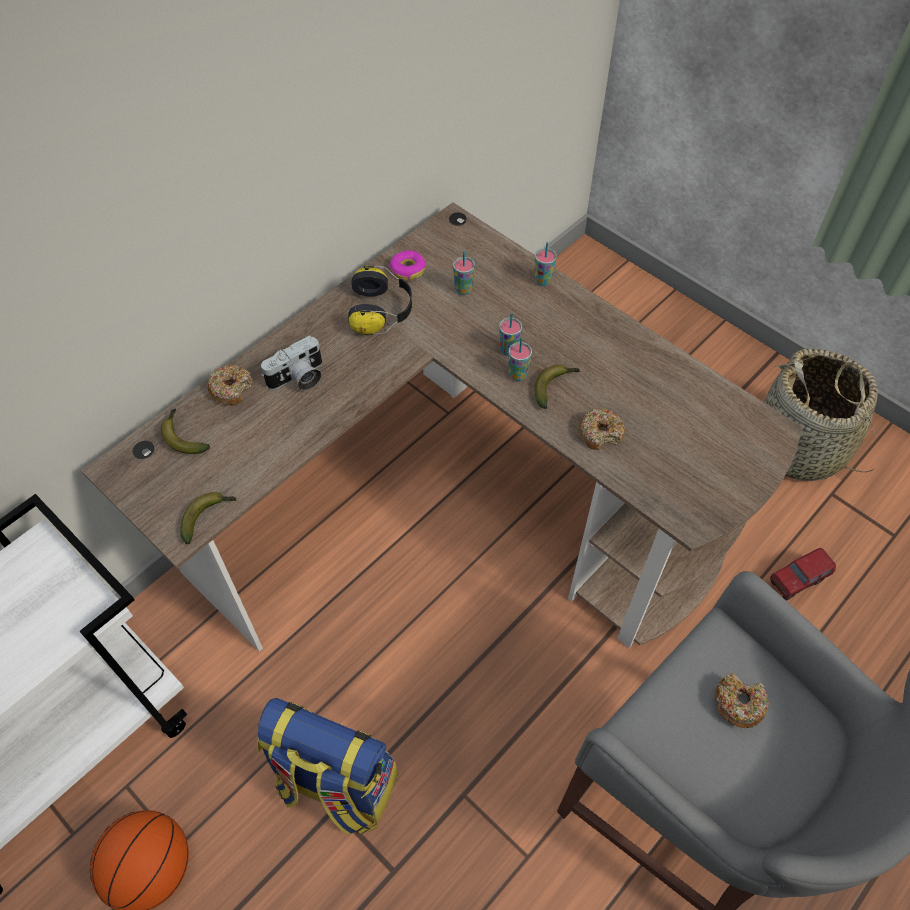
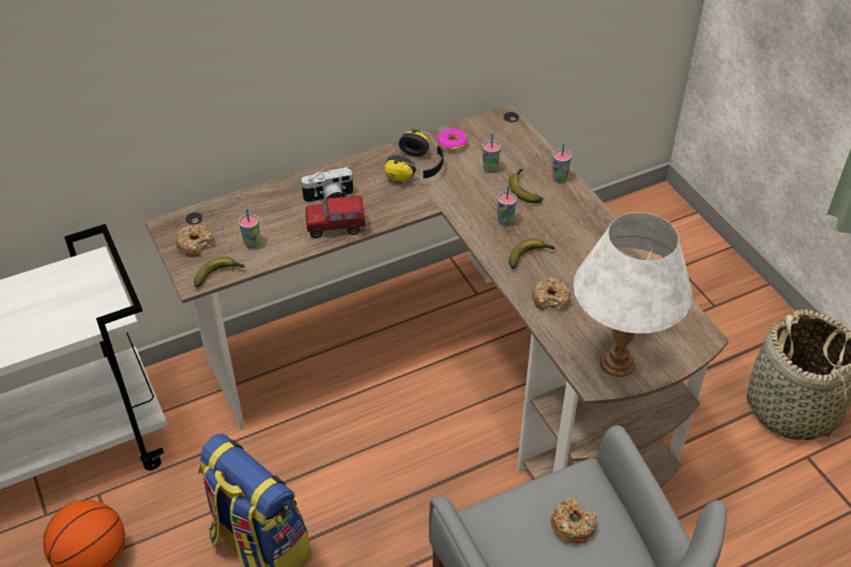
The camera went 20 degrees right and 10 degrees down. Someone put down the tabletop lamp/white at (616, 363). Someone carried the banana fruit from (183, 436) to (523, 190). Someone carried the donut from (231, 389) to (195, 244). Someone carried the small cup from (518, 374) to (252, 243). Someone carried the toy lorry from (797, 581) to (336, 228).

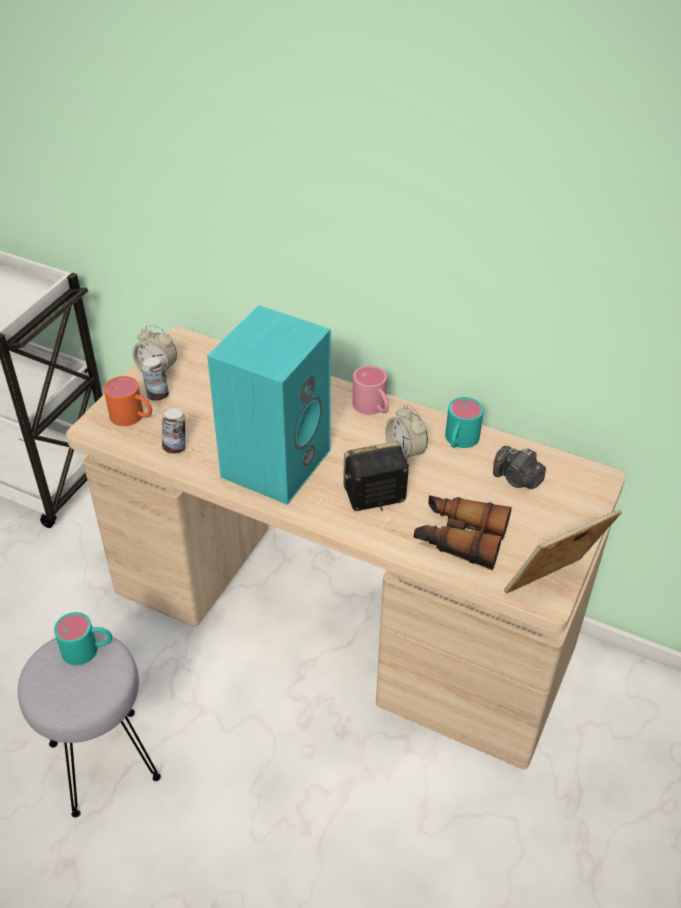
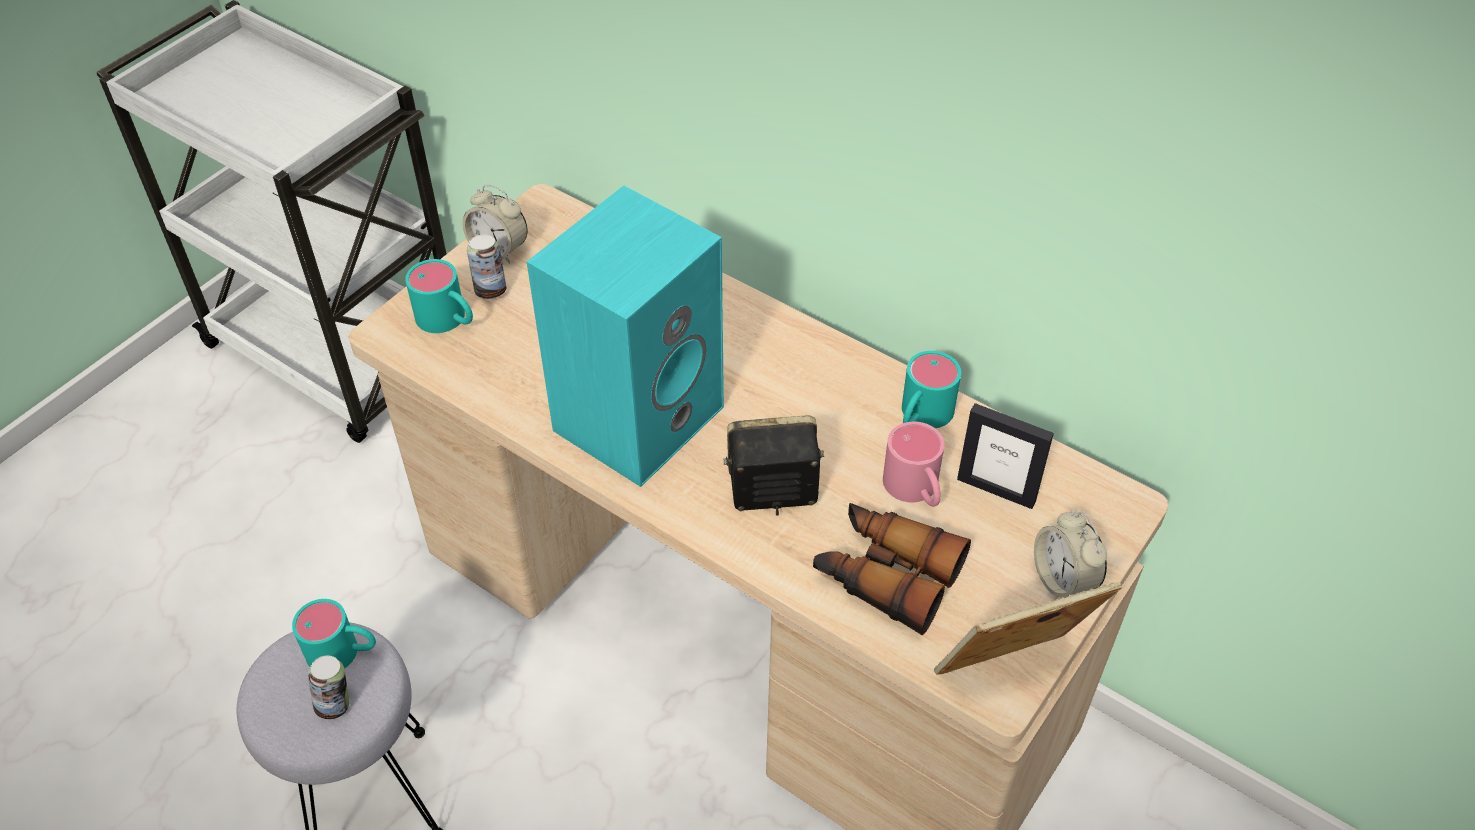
The camera went 10 degrees right and 5 degrees up. Someone carried the sealed can from (176, 447) to (335, 705). Someone carried the tea mug/pinkish from (373, 408) to (916, 490). Someone carried the alarm clock from (405, 452) to (1063, 579). Someone swapped the still camera at (517, 479) for the standing frame at (996, 489). Someone repainted the tea mug/orange at (133, 417), which became the tea mug/turquoise-coloured at (448, 320).

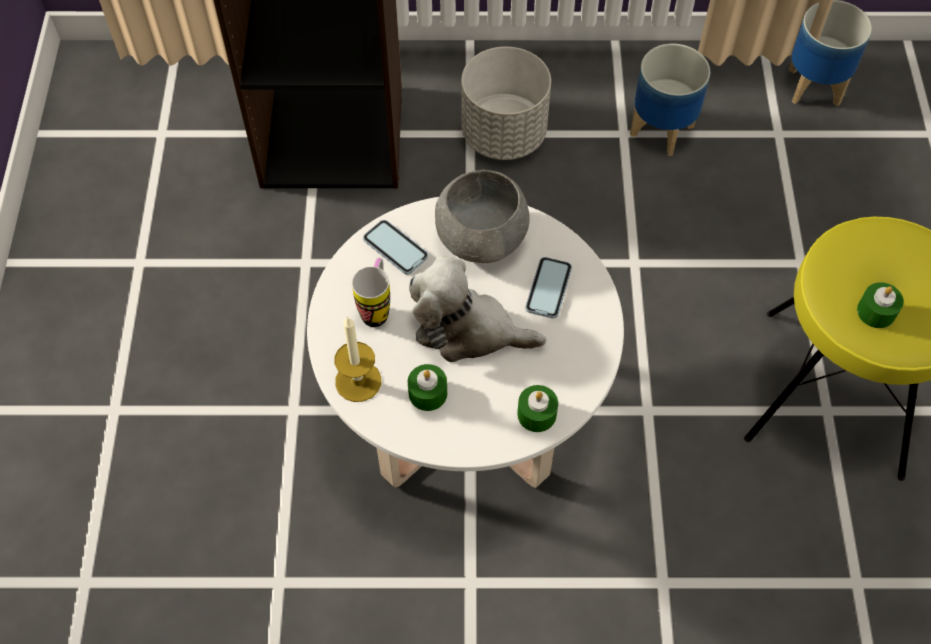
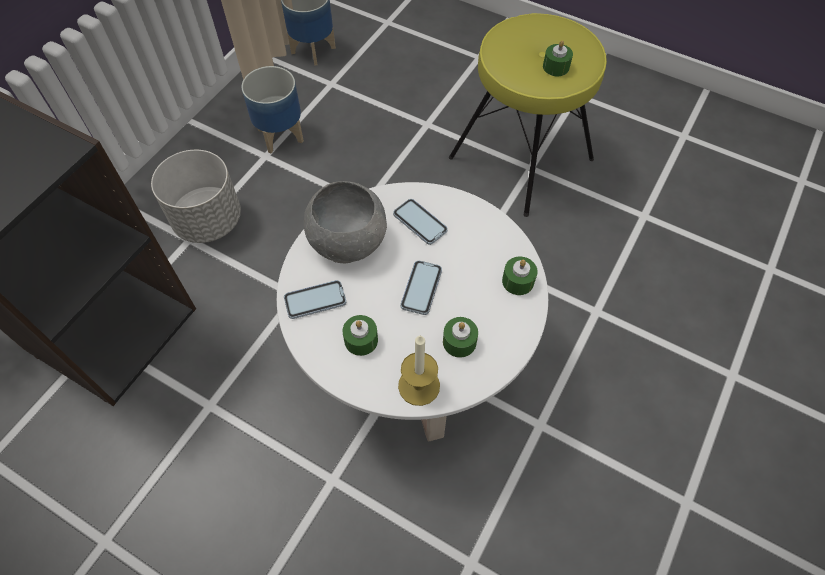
The camera went 60 degrees left and 0 degrees up. Someone swapped the tea mug at (377, 308) for the candle/green-coloured at (361, 340). Someone swapped the cuddly toy at (468, 330) for the handset at (421, 288).

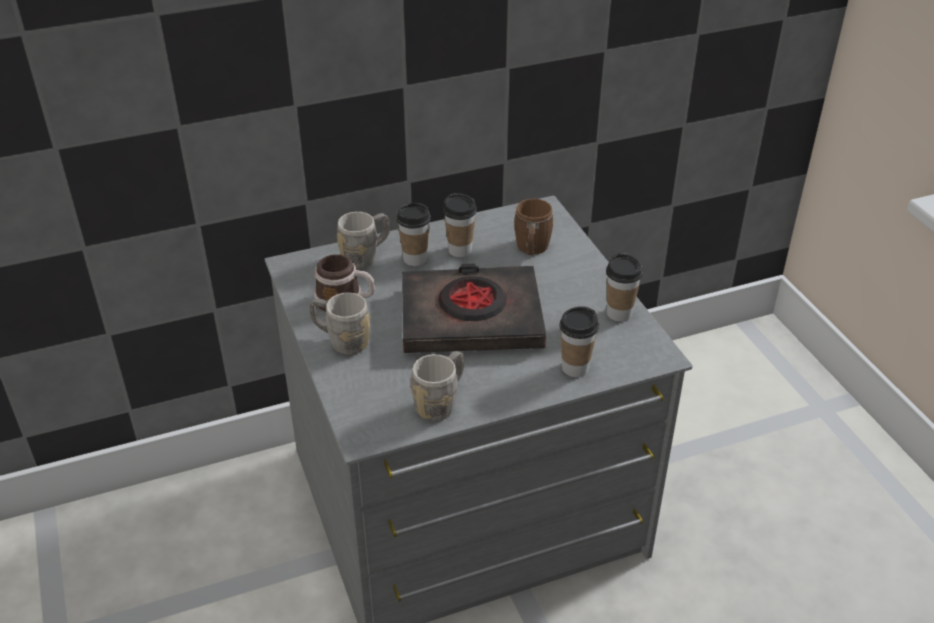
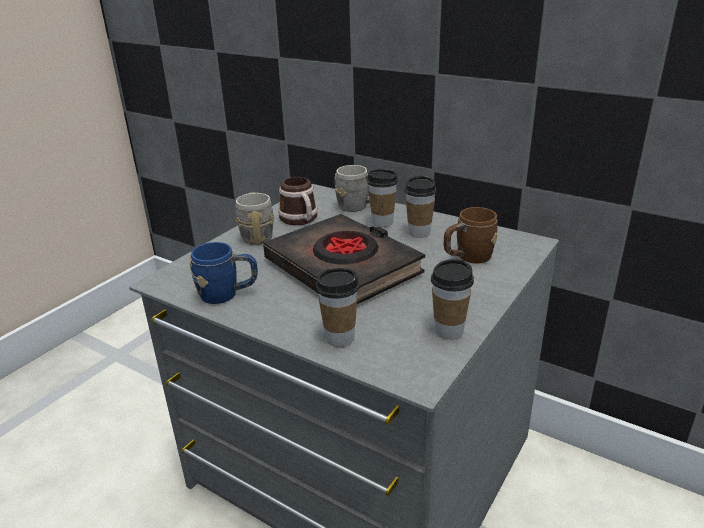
The camera went 55 degrees right and 10 degrees down. Someone repainted the tea mug/gray at (441, 402), which became the tea mug/blue at (227, 294).

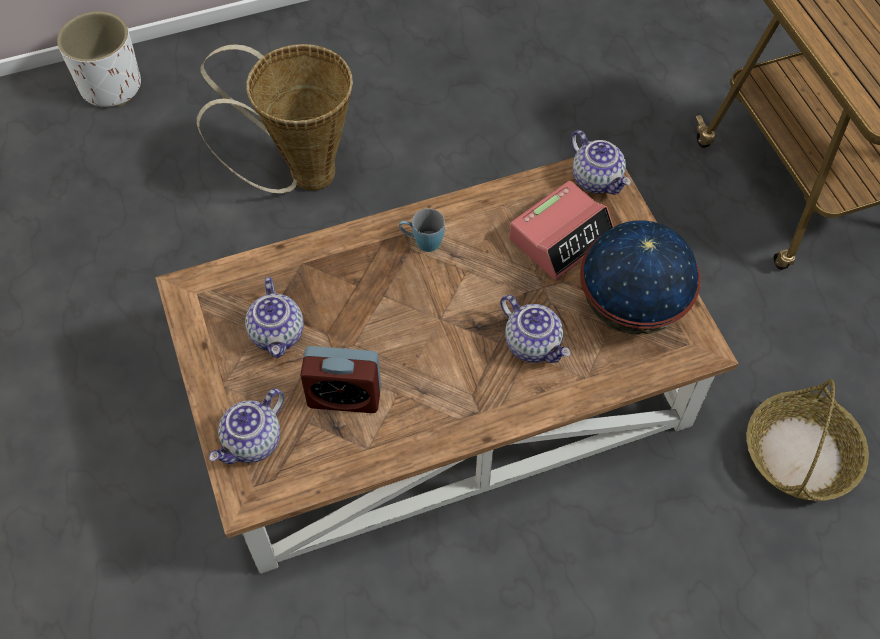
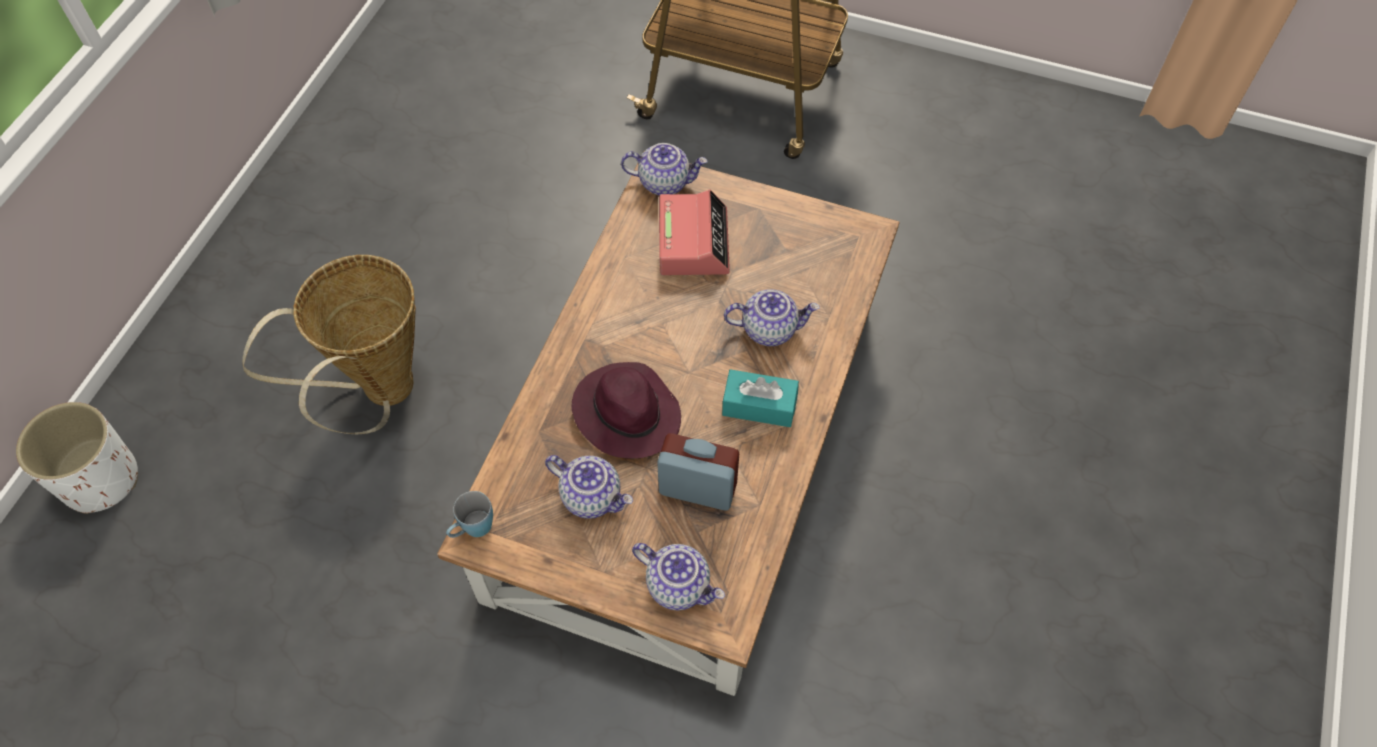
The camera went 50 degrees left and 0 degrees up. Someone took away the desk globe at (632, 307). Someone took away the basket at (800, 454). Someone put down the wearable hat/purple at (626, 413). Someone put down the tissue box/turquoise-coloured at (759, 406). Someone carried the tea mug/blue from (422, 242) to (472, 529). Someone rotated the pot for tea at (253, 442) by 45 degrees counterclockwise. Someone rotated the alarm clock at (344, 397) by 120 degrees counterclockwise.

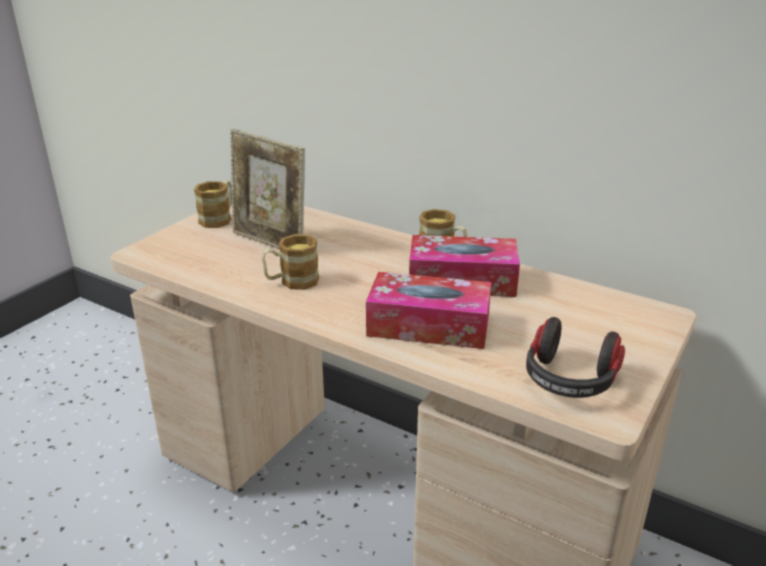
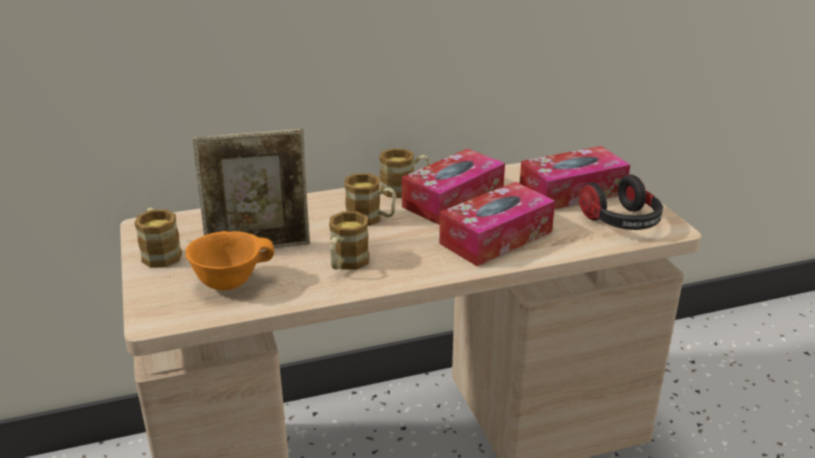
The camera went 50 degrees left and 0 degrees up. Someone put down the serving bowl/orange at (229, 282). Someone put down the tea mug at (370, 219). Someone put down the tissue box at (572, 192).

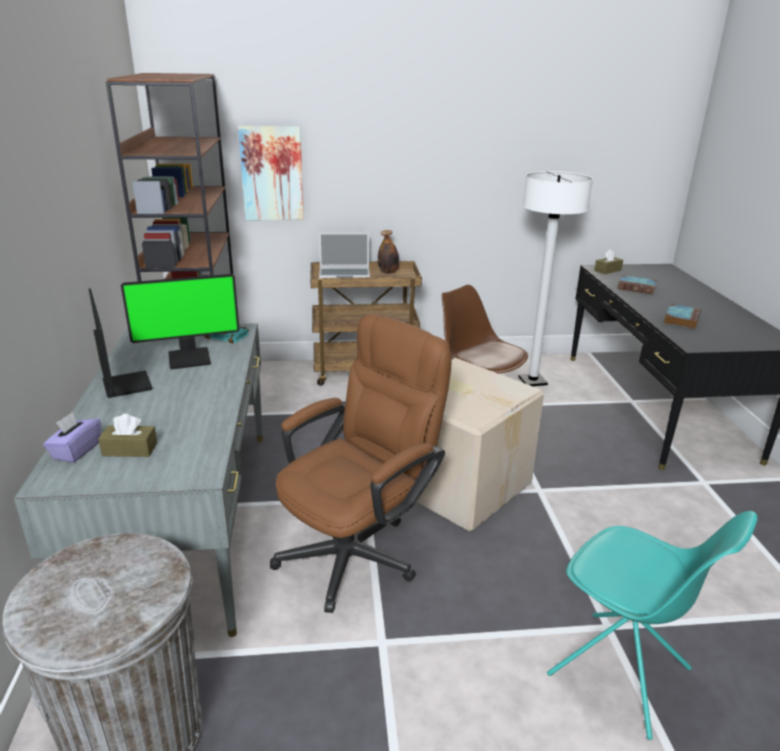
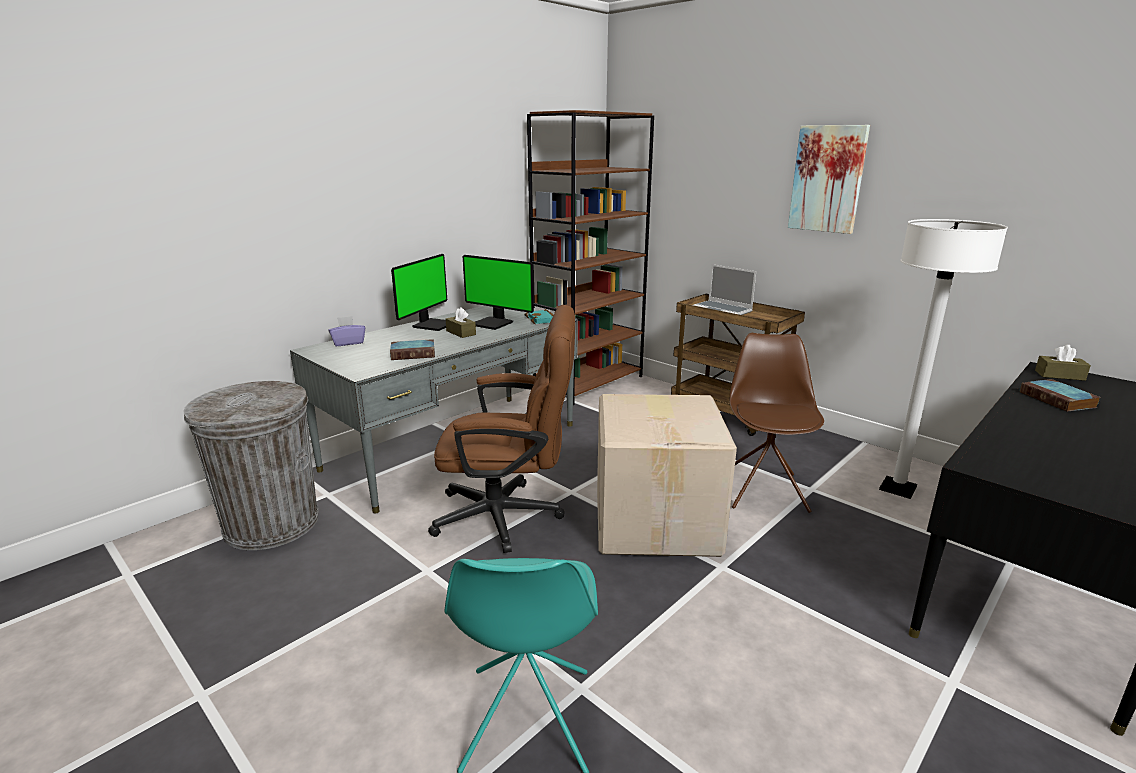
The camera went 50 degrees right and 5 degrees down. Someone took away the drink bottle at (388, 272). Someone carried the tissue box/brown from (130, 449) to (461, 333). Someone carried the picture from (272, 173) to (827, 179). Someone carried the bound book from (681, 319) to (414, 353).

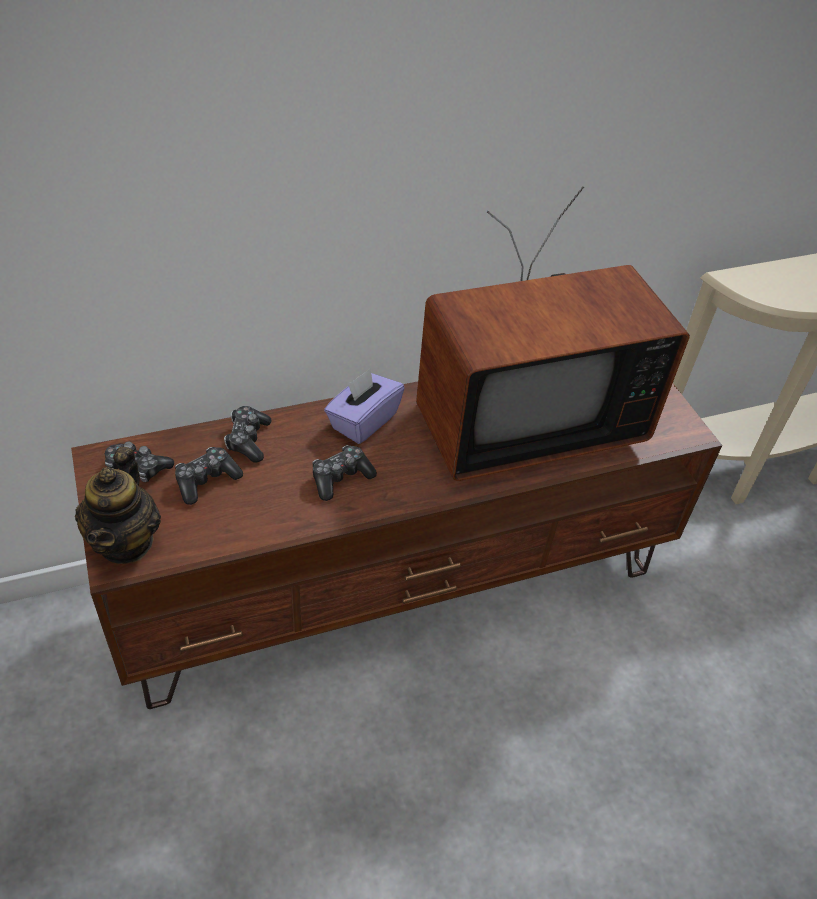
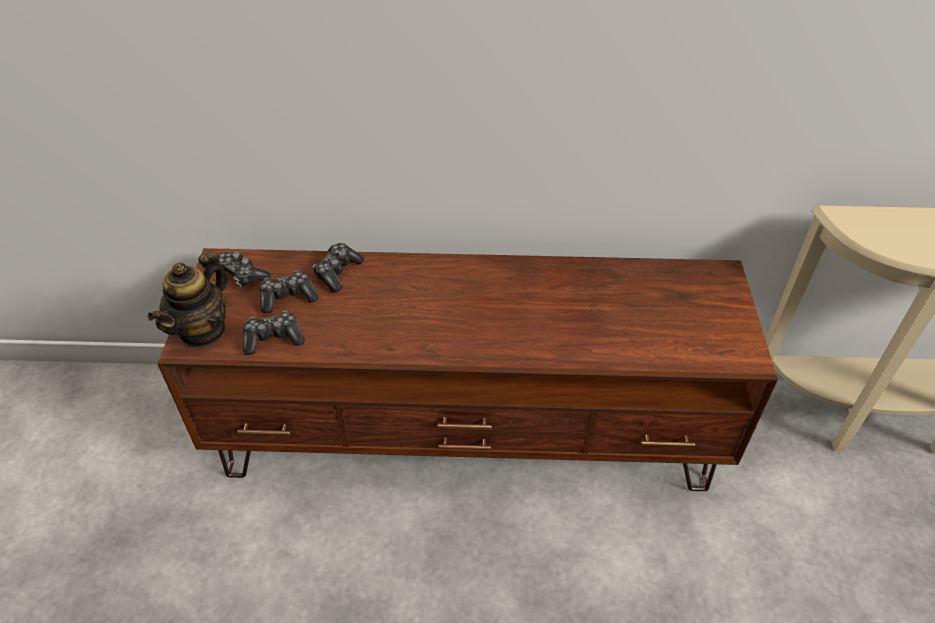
The camera went 25 degrees right and 0 degrees up. Someone took away the tissue box/purple at (363, 421). Someone took away the TV at (521, 421). Someone carried the game controller from (340, 478) to (273, 338).

